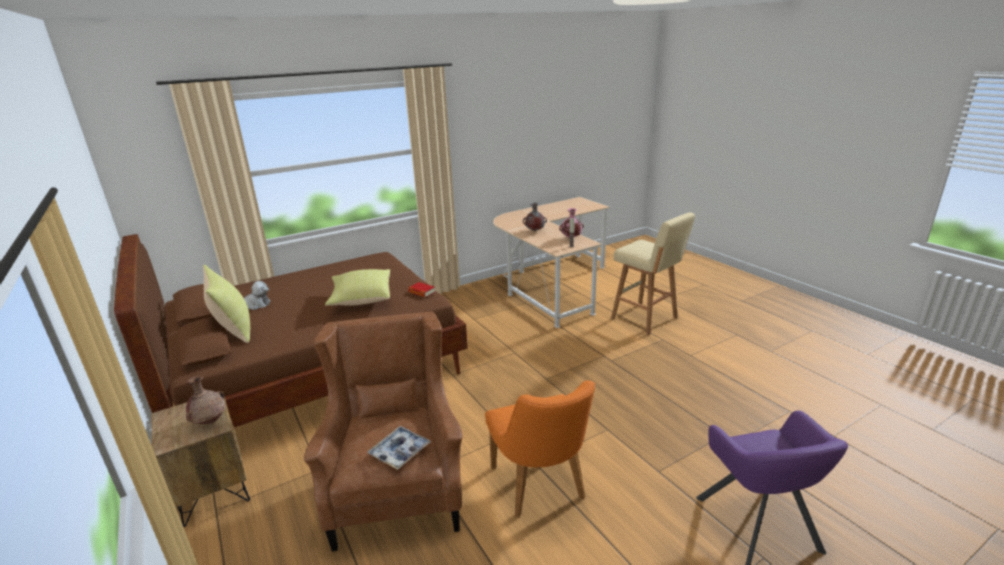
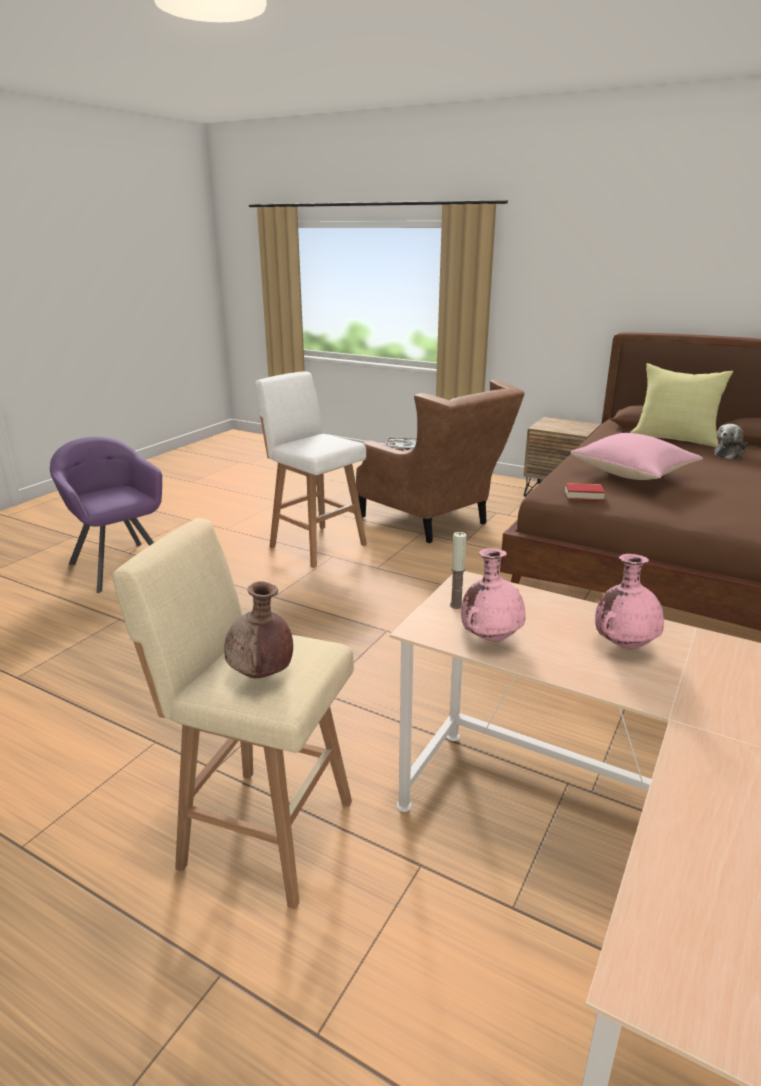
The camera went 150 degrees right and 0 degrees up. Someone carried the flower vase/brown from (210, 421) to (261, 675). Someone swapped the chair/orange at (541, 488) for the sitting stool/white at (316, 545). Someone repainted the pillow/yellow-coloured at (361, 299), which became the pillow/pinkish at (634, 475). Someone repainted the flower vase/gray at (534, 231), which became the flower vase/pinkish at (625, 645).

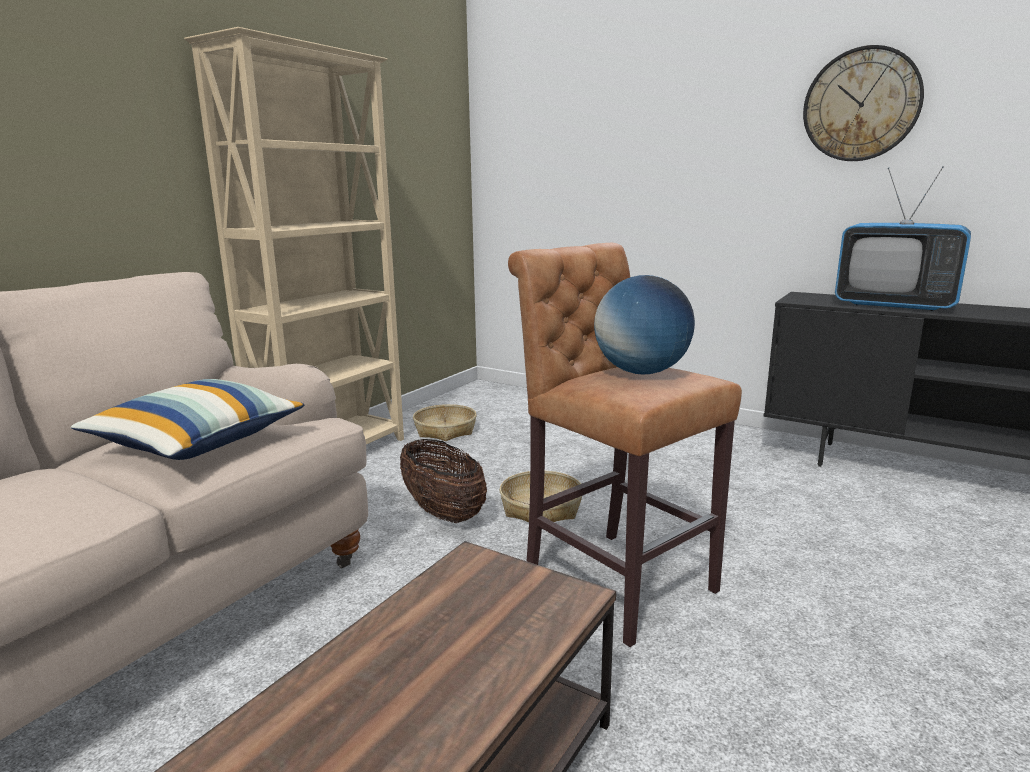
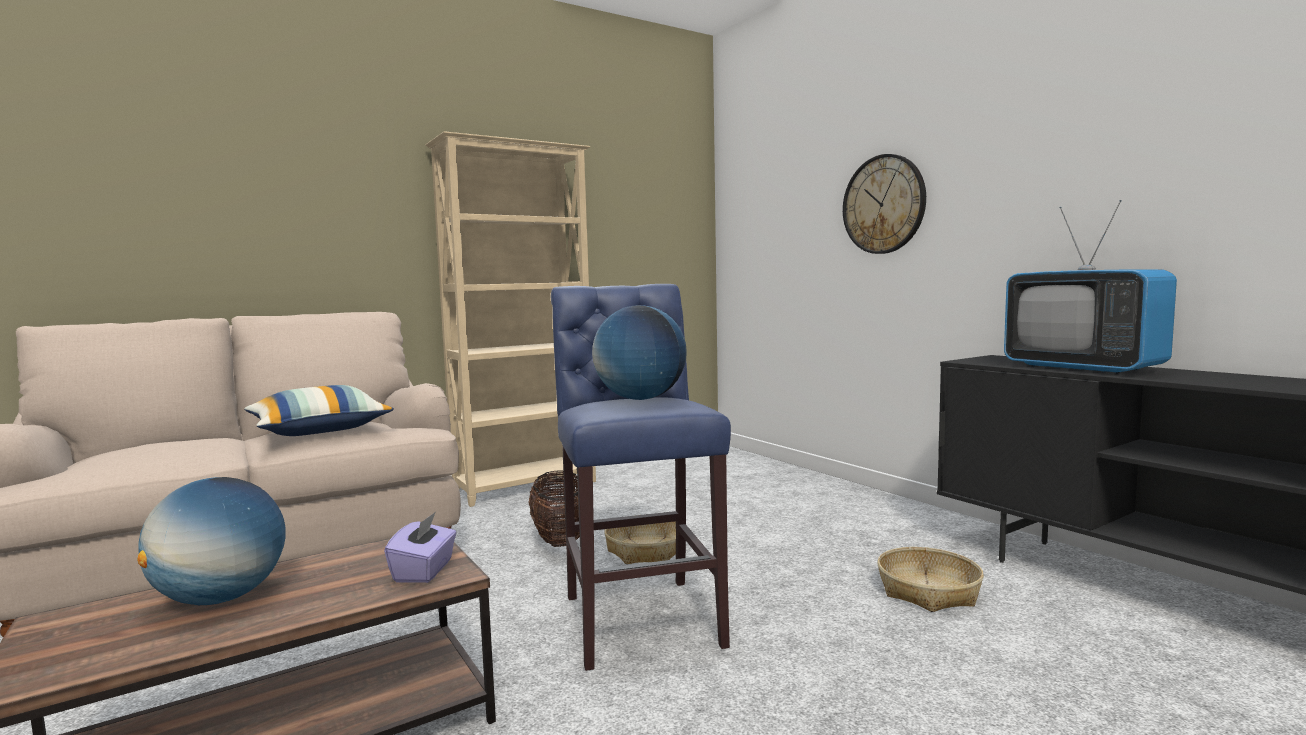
The camera went 25 degrees right and 10 degrees down. Someone put down the desk globe at (221, 598). Someone put down the tissue box/purple at (424, 571). Someone carried the basket from (445, 430) to (928, 591). Someone carried the clock on the wall from (861, 105) to (883, 204). Someone repainted the sitting stool/brown at (612, 579), which became the sitting stool/blue at (639, 616).

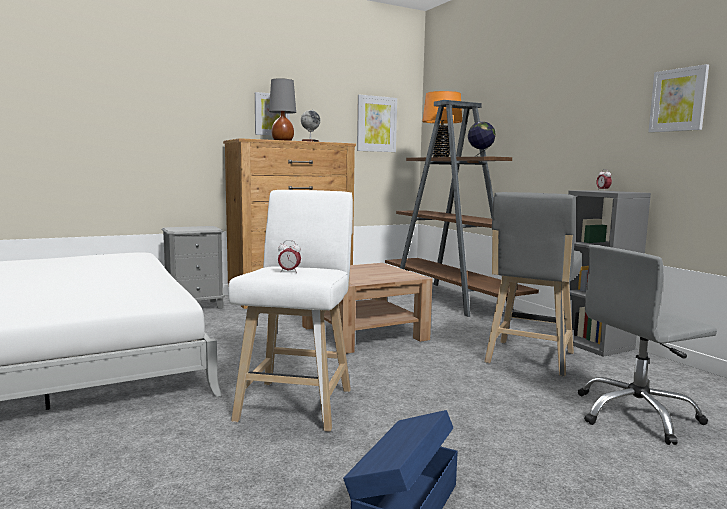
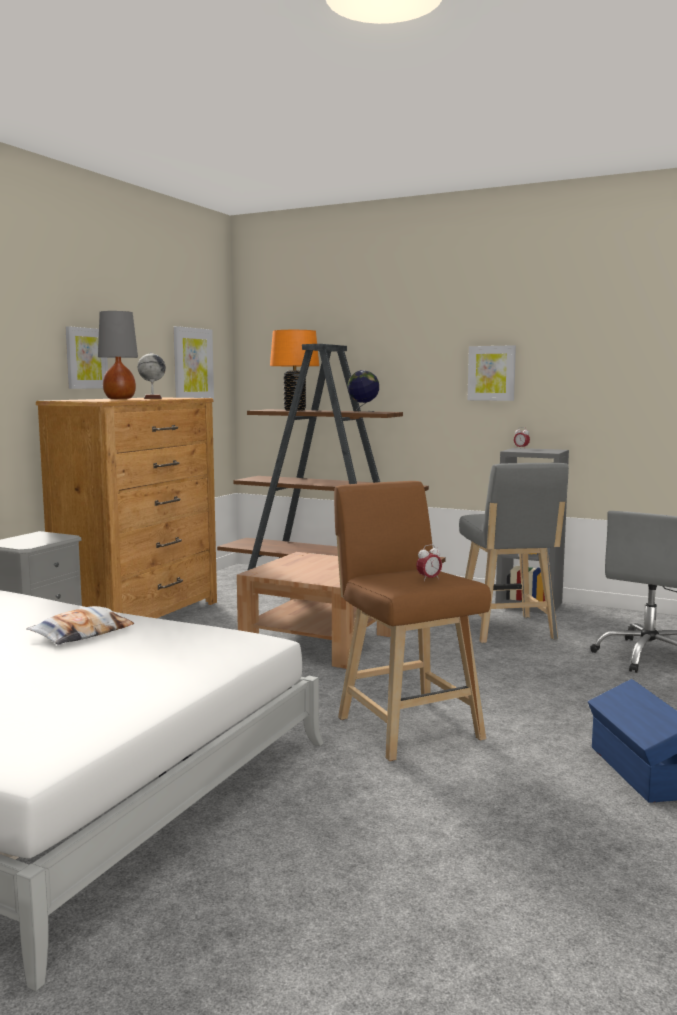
The camera went 35 degrees left and 0 degrees up. Someone put down the pillow at (82, 633). Someone carried the picture from (678, 100) to (491, 373). Someone repainted the sitting stool/white at (297, 402), which became the sitting stool/brown at (405, 725).

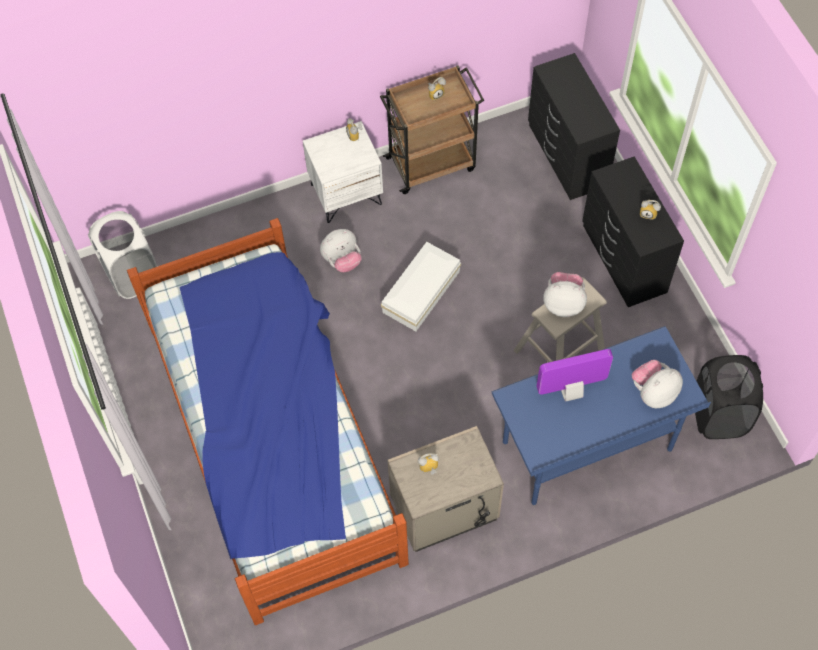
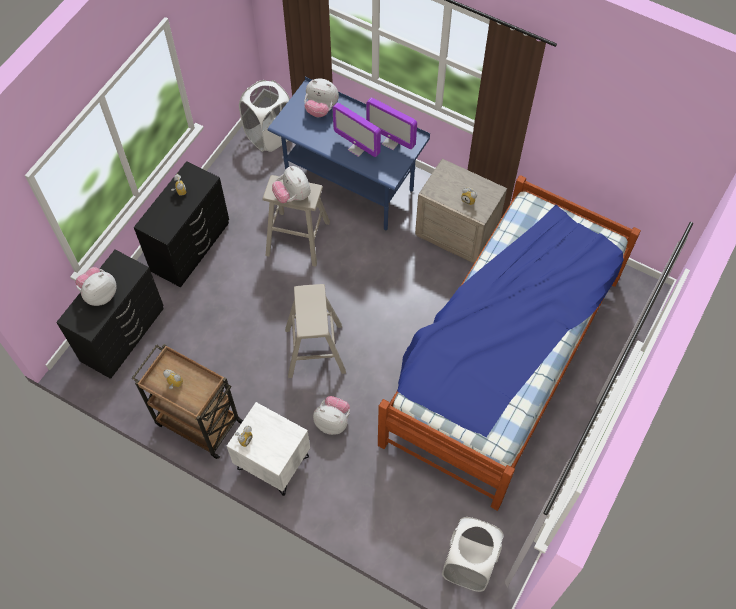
The camera went 130 degrees left and 0 degrees up. Someone put down the cuddly toy at (99, 294). Someone put down the computer screen at (391, 142). Someone swapped the storage box/white at (423, 291) for the sitting stool/beige at (315, 350). Someone repainted the hamper/blackish at (719, 415), which became the hamper/white at (269, 135).

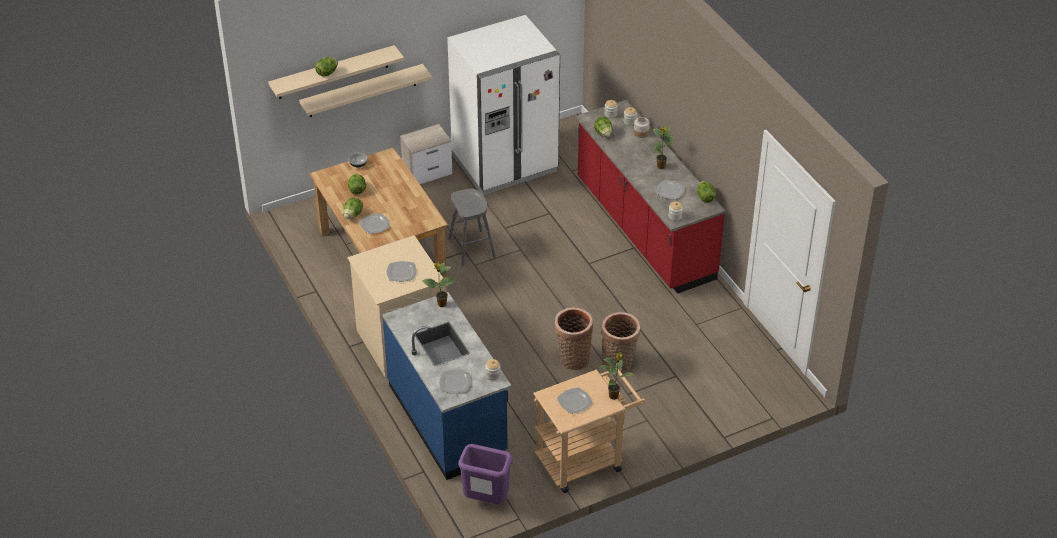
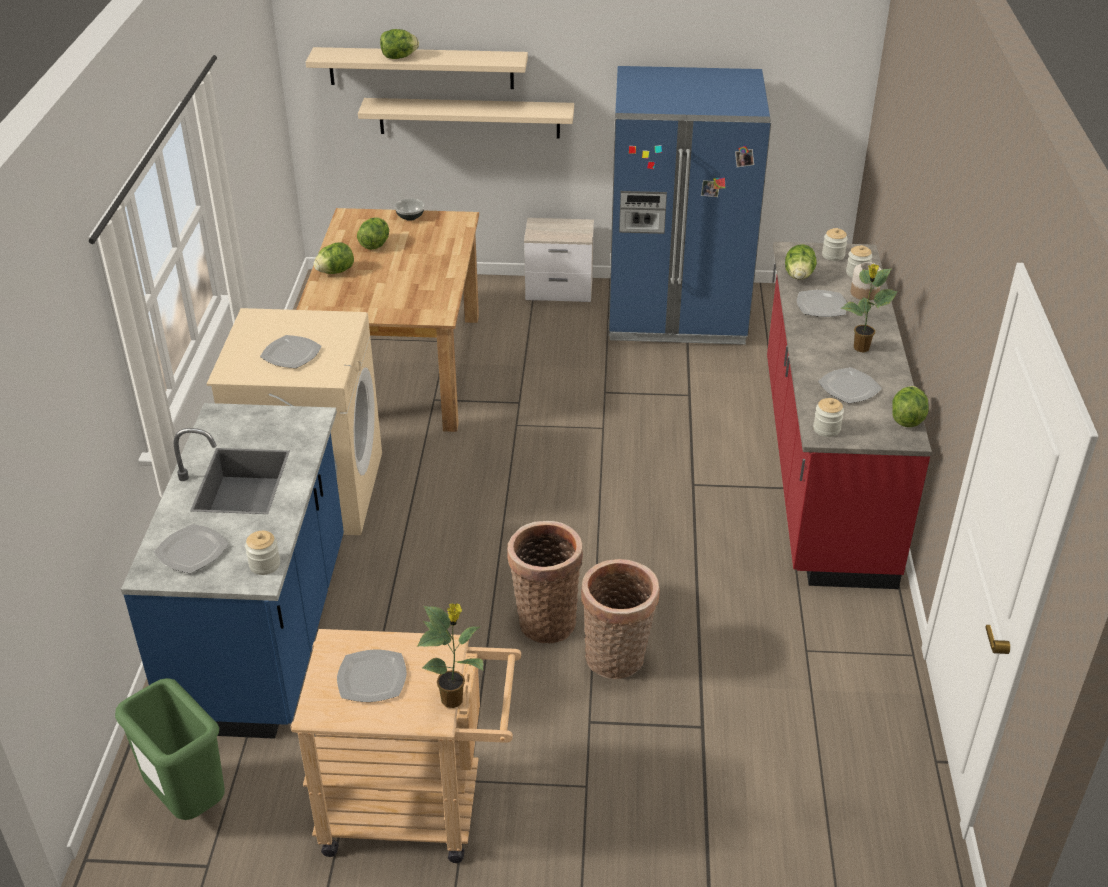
The camera went 30 degrees right and 5 degrees down. Someone took away the potted plant at (441, 304). Someone took away the sitting stool/gray at (471, 248). Someone carried the plate from (375, 224) to (821, 305). Someone repainted the refrigerator/white at (505, 164), which became the refrigerator/blue at (676, 313). Someone repainted the trash can/purple at (485, 500), which became the trash can/green-coloured at (187, 802).

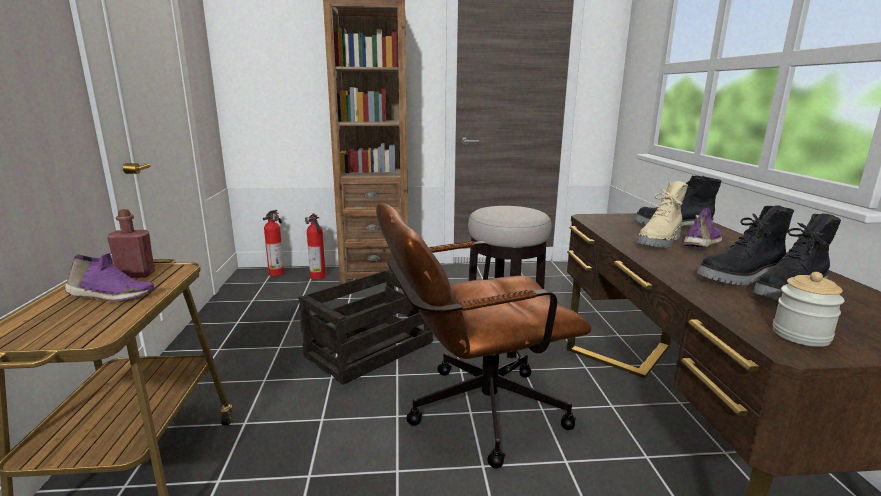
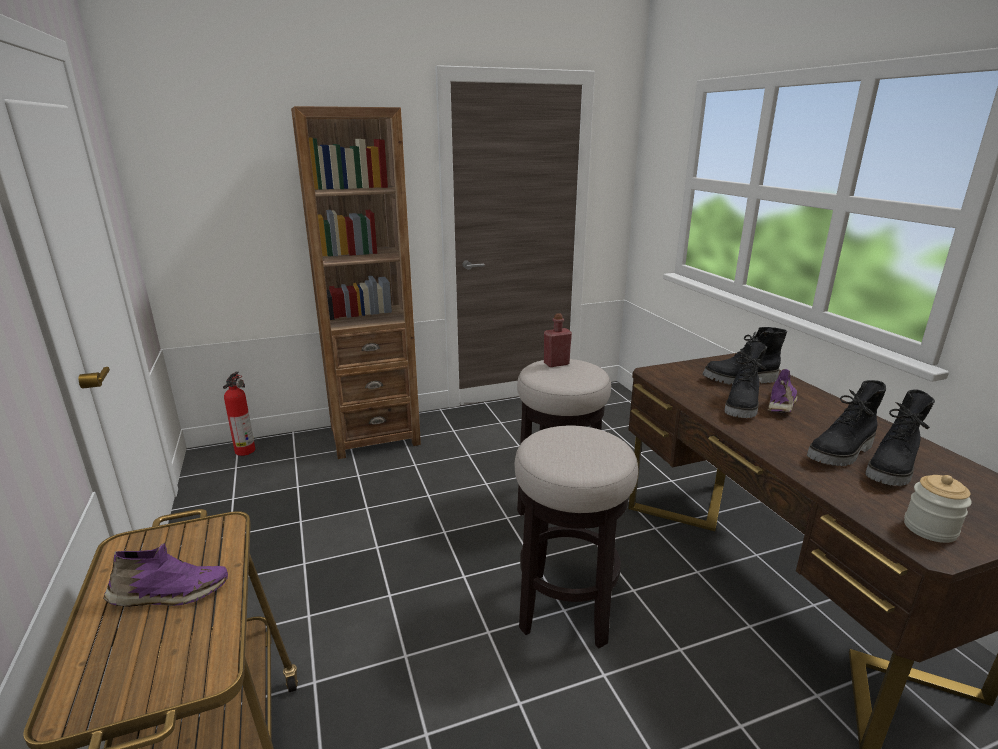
The camera went 15 degrees left and 5 degrees up. Someone took away the crate at (370, 349). Someone took away the fire-fighting cylinder at (318, 277). Someone carried the drink bottle/reddish from (136, 275) to (556, 364). Someone swapped the office chair/brown at (473, 412) for the sitting stool at (566, 609). Someone repainted the high-top boot/beige at (660, 242), which became the high-top boot/blackish at (743, 406).

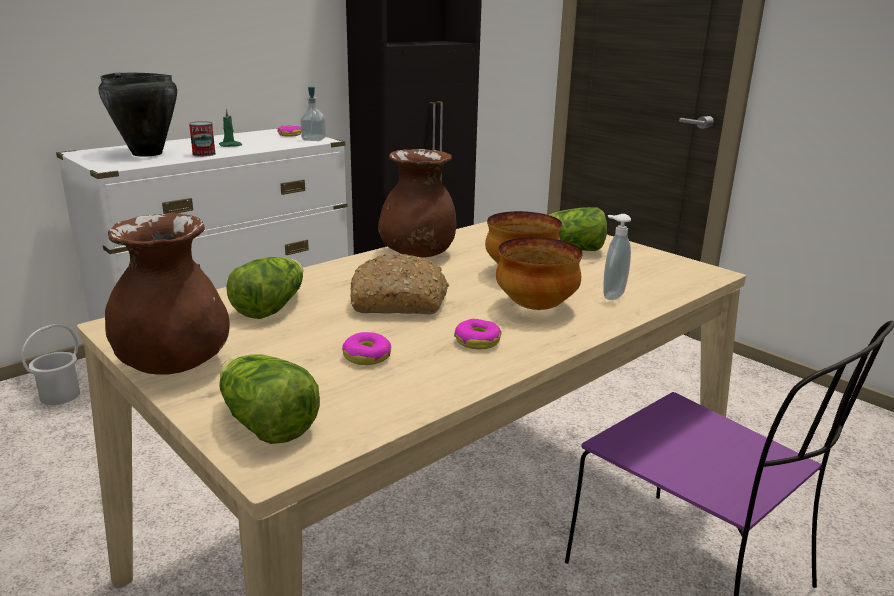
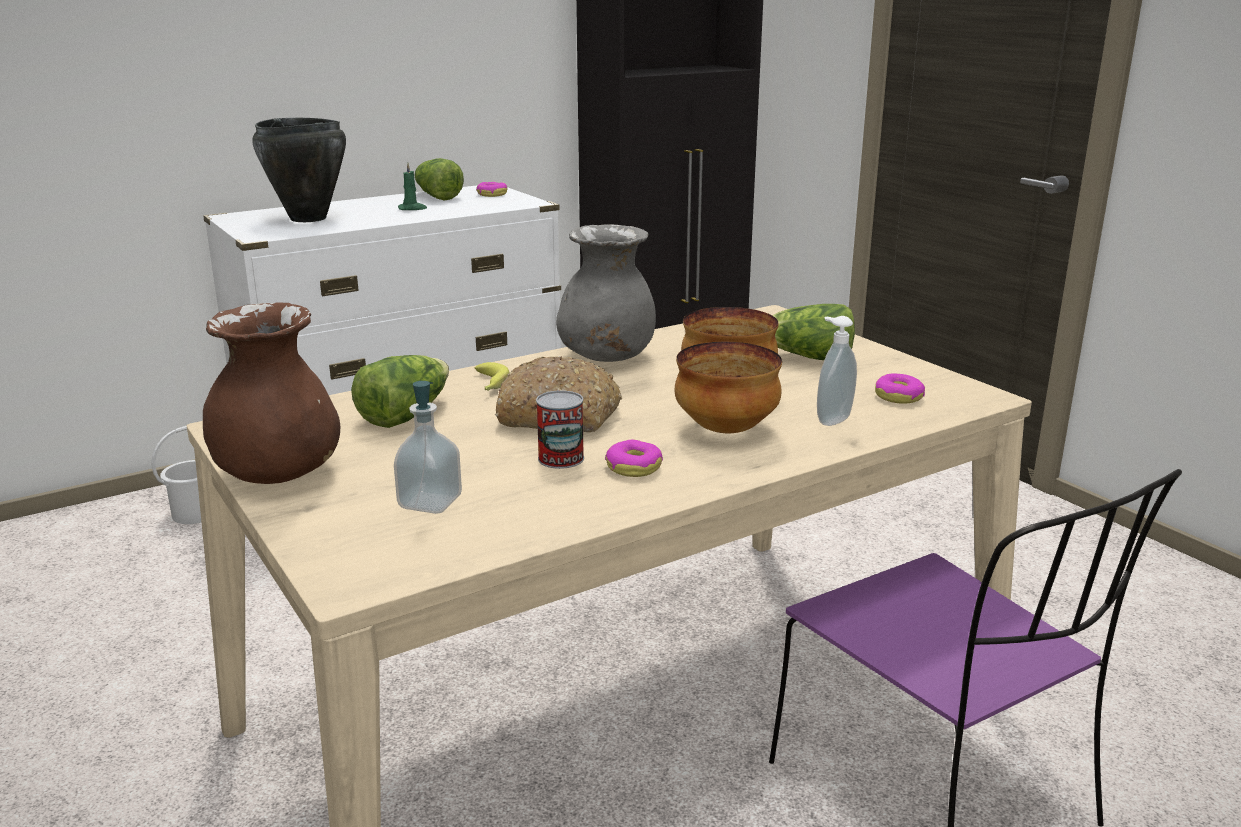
The camera went 10 degrees right and 0 degrees up. Someone put down the banana fruit at (490, 385). Someone carried the sealed can from (204, 154) to (561, 458). Someone carried the head of lettuce from (266, 424) to (437, 196). Someone carried the soap dispenser from (314, 139) to (430, 502). Someone carried the donut from (367, 356) to (899, 396). Someone repainted the flower vase/brown at (418, 255), which became the flower vase/gray at (606, 358).

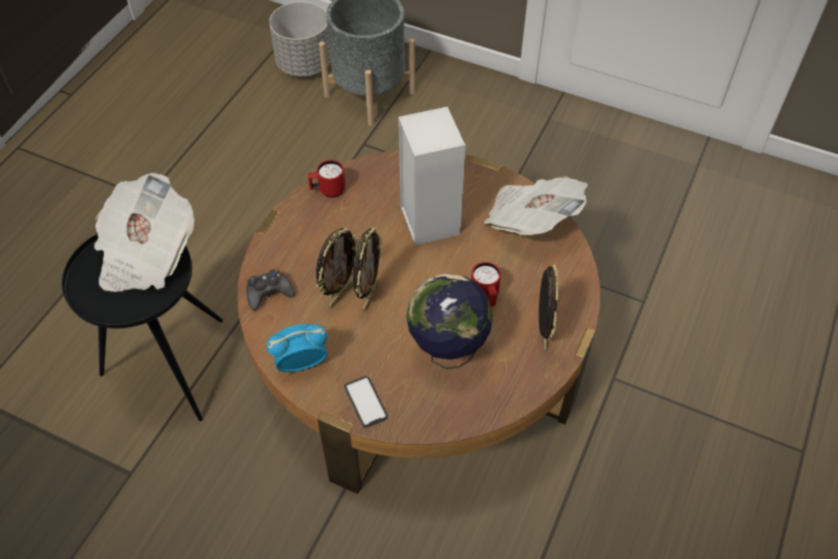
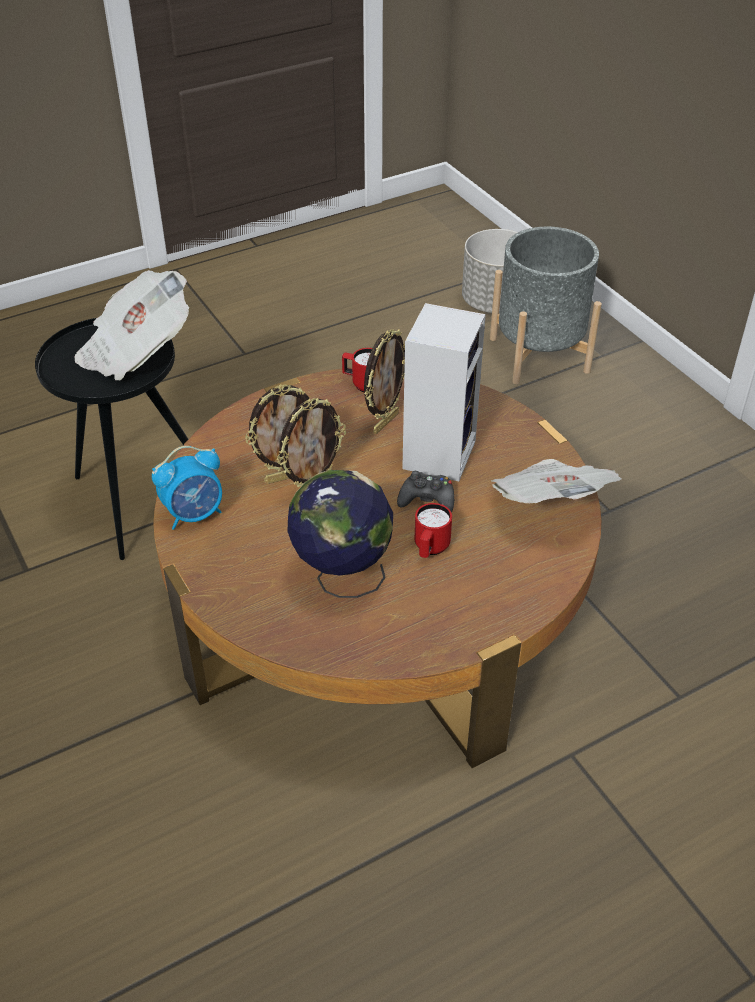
The camera went 35 degrees right and 10 degrees down. Someone took away the handset at (365, 402). Someone carried the game controller/blackish from (269, 293) to (427, 499). Someone carried the standing frame from (541, 334) to (385, 422). Someone rotated the alarm clock at (301, 363) by 135 degrees clockwise.

